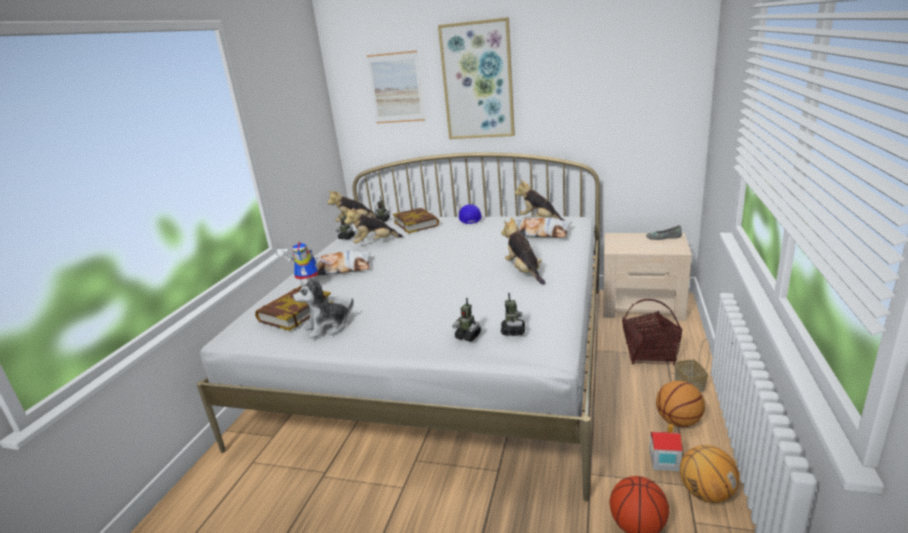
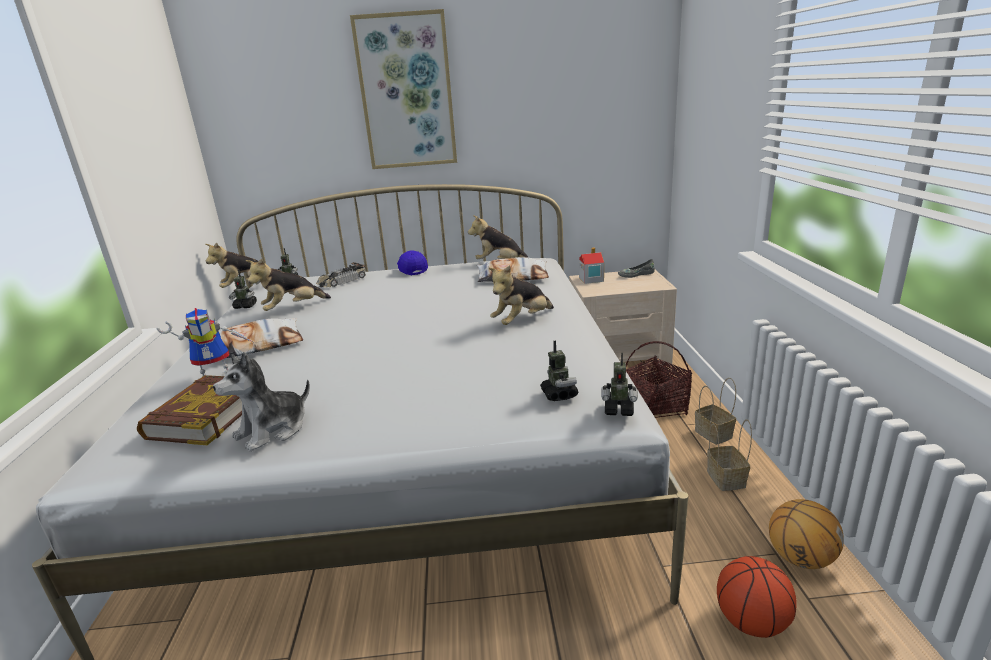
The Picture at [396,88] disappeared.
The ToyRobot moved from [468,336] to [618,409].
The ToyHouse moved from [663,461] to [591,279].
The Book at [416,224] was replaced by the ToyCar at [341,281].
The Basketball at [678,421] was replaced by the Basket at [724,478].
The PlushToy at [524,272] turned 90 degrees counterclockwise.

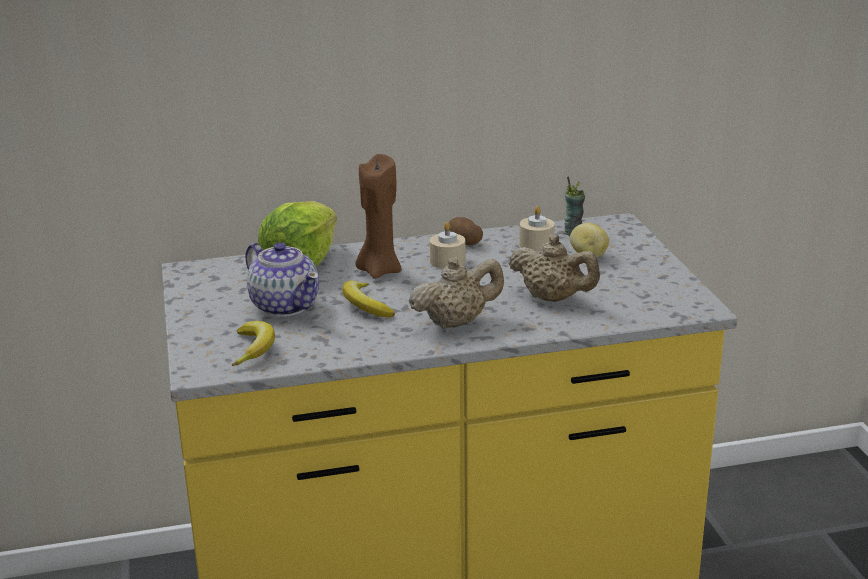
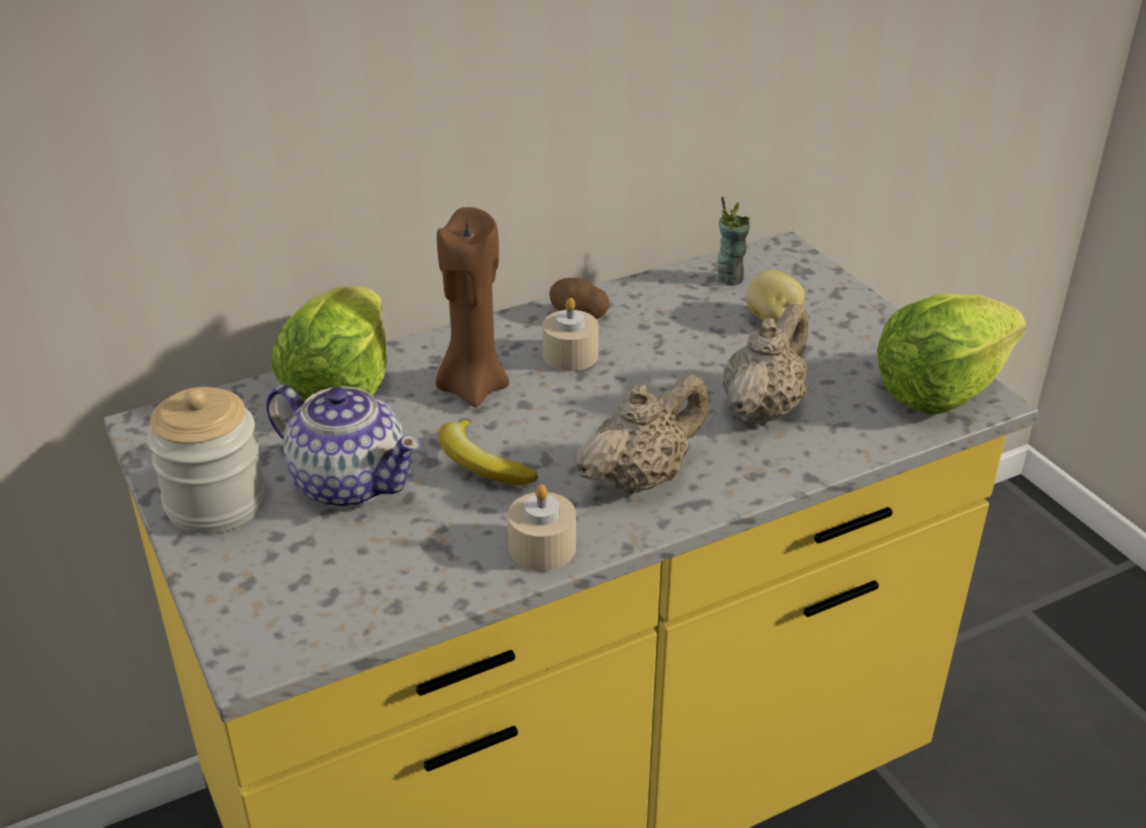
The Banana at [254,349] disappeared.
The Jar at [216,503] appeared.
The Lettuce at [941,390] appeared.
The BeigeCandle moved from [536,244] to [542,547].
The BeigeTeapot at [553,298] turned 75 degrees counterclockwise.

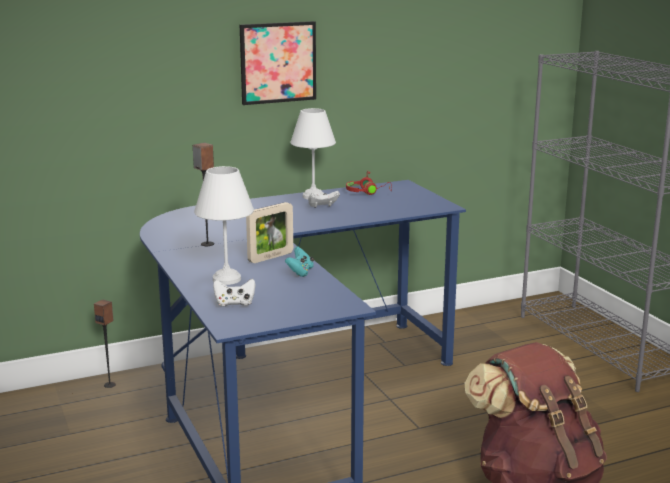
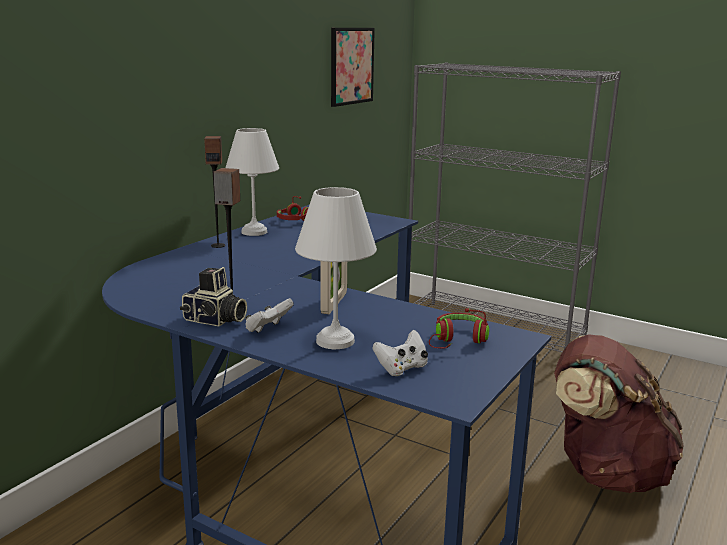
The TurquoiseGameController at [300,272] disappeared.
The PhotoCamera at [215,320] appeared.
The RedHeadphones at [458,340] appeared.
The Speaker moved from [110,385] to [218,245].
The Picture moved from [278,62] to [351,66].
The WhiteGameController moved from [322,207] to [268,329].

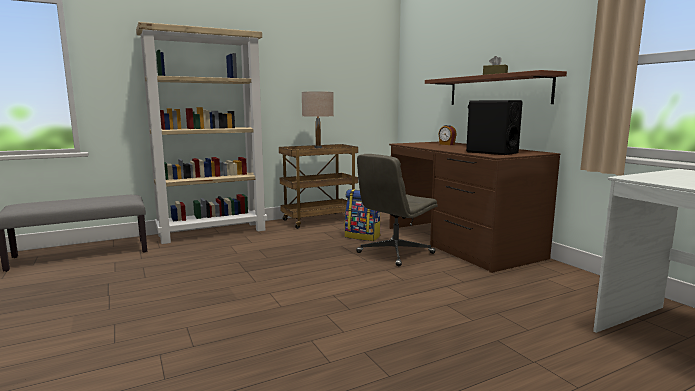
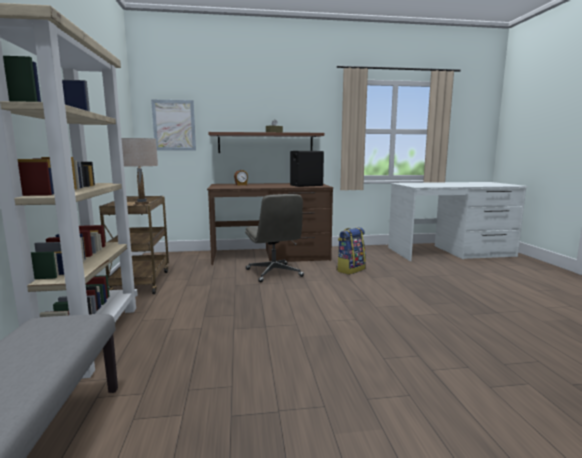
The Picture at [174,125] appeared.
The Backpack moved from [363,237] to [350,270].

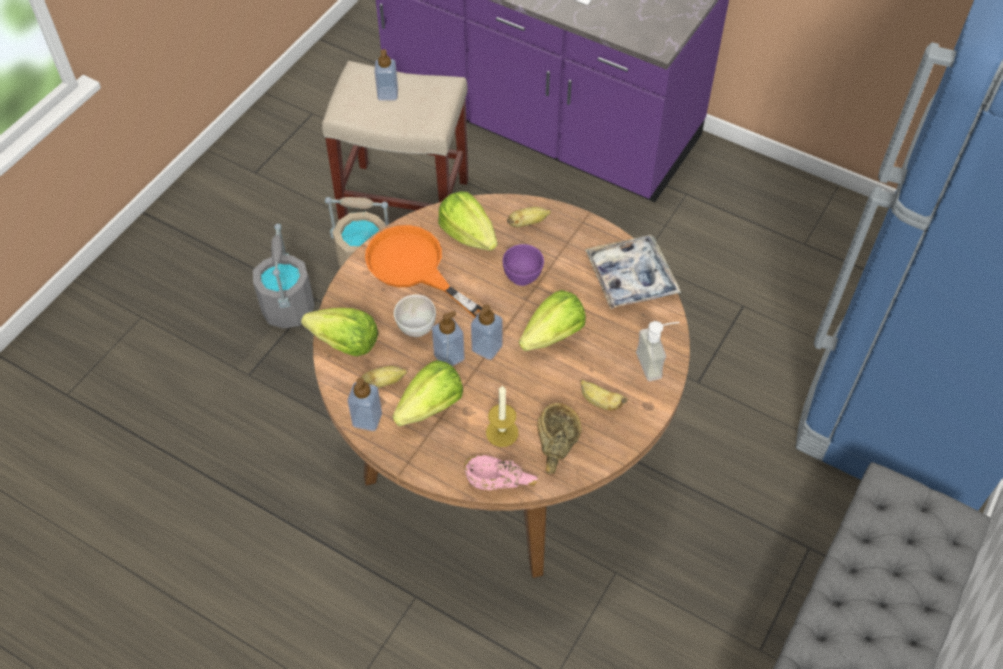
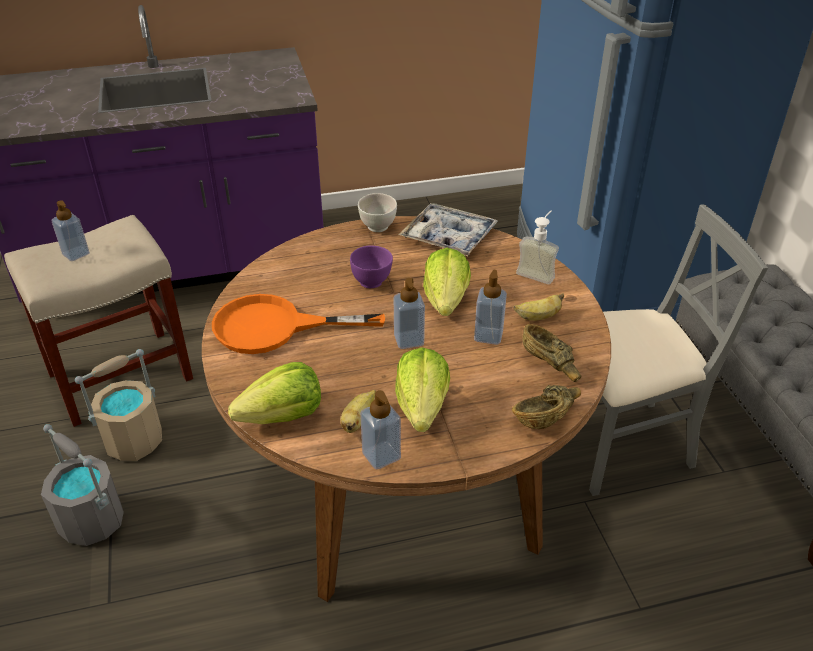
The Lettuce at [468,235] disappeared.
The Candle at [502,432] disappeared.
The Banana at [528,223] disappeared.
The GreyChair at [619,444] appeared.
The WhiteBowl moved from [416,329] to [378,227].
The SoapDispenser moved from [449,357] to [488,336].
The PinkBowl at [500,479] became the BrownBowl at [546,414].

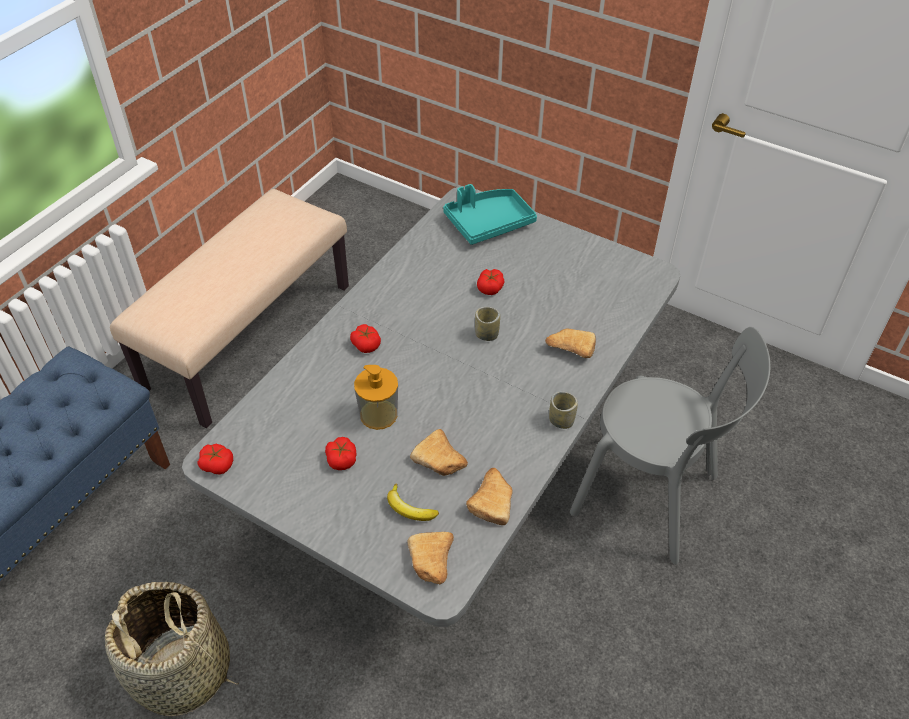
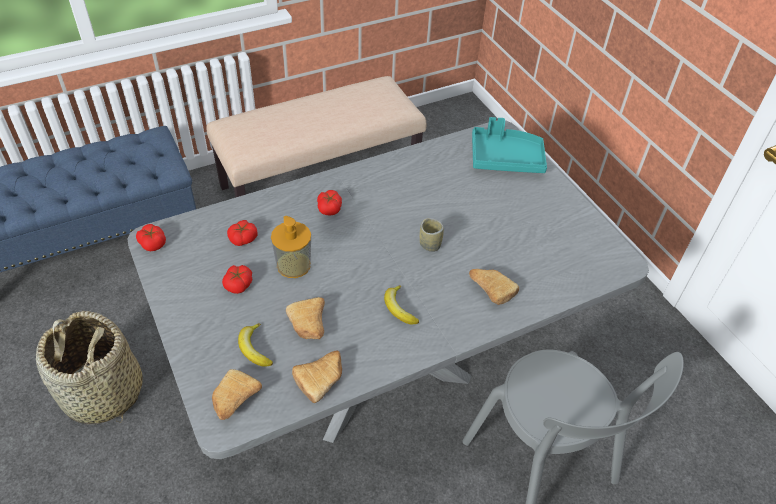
The Cup at [561,420] disappeared.
The Banana at [399,308] appeared.
The Tomato moved from [490,288] to [243,238].

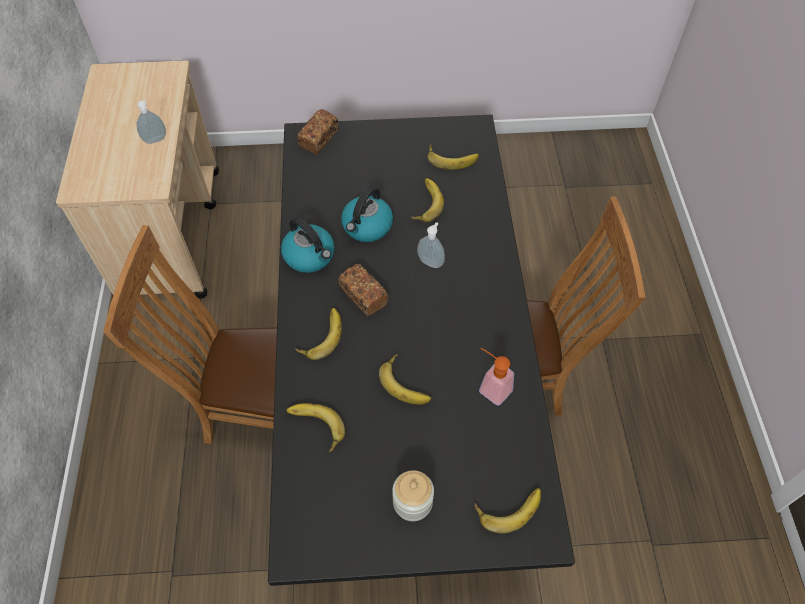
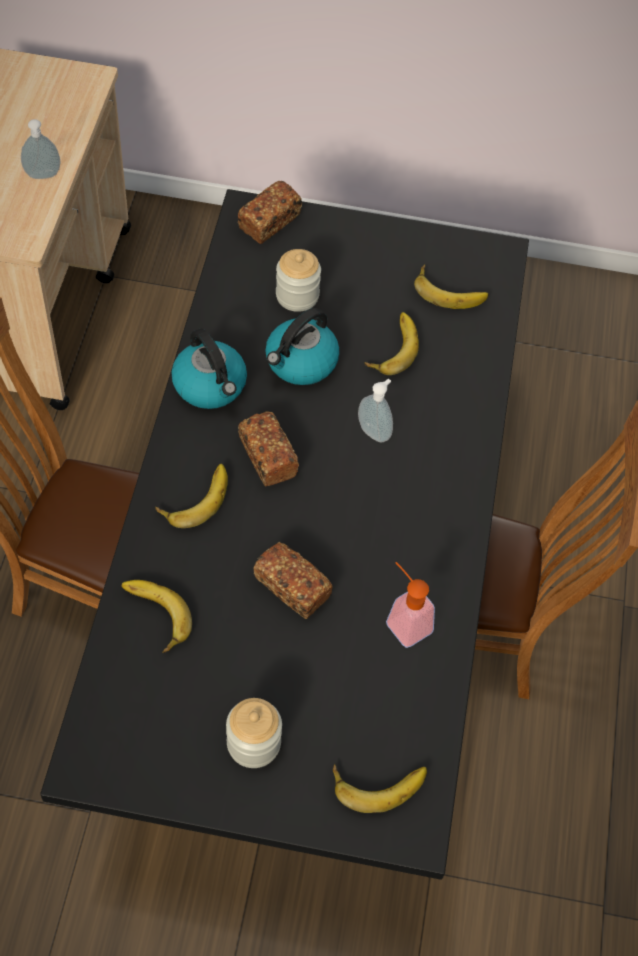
The Jar at [297,296] appeared.
The Banana at [407,382] was replaced by the Bread at [292,587].

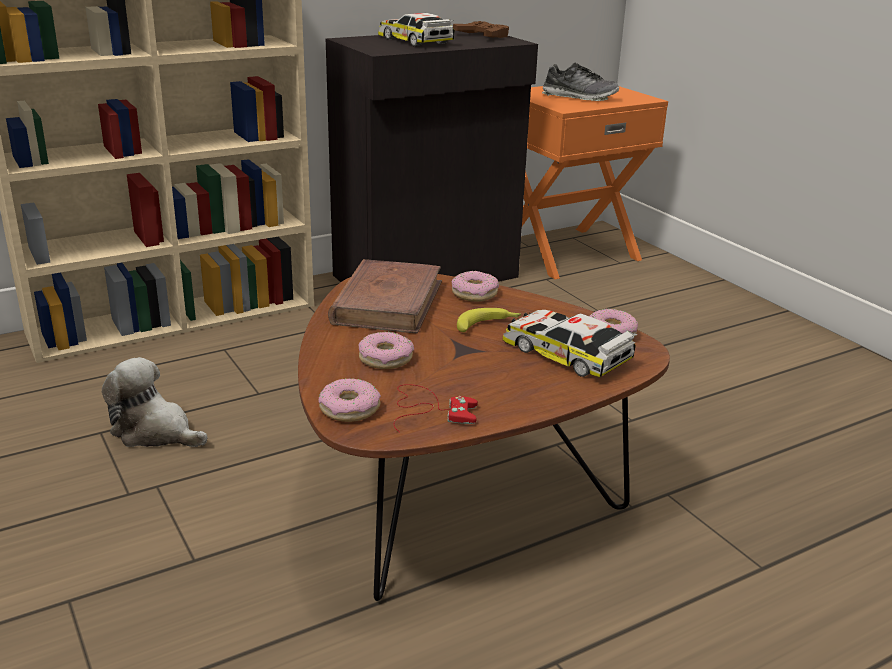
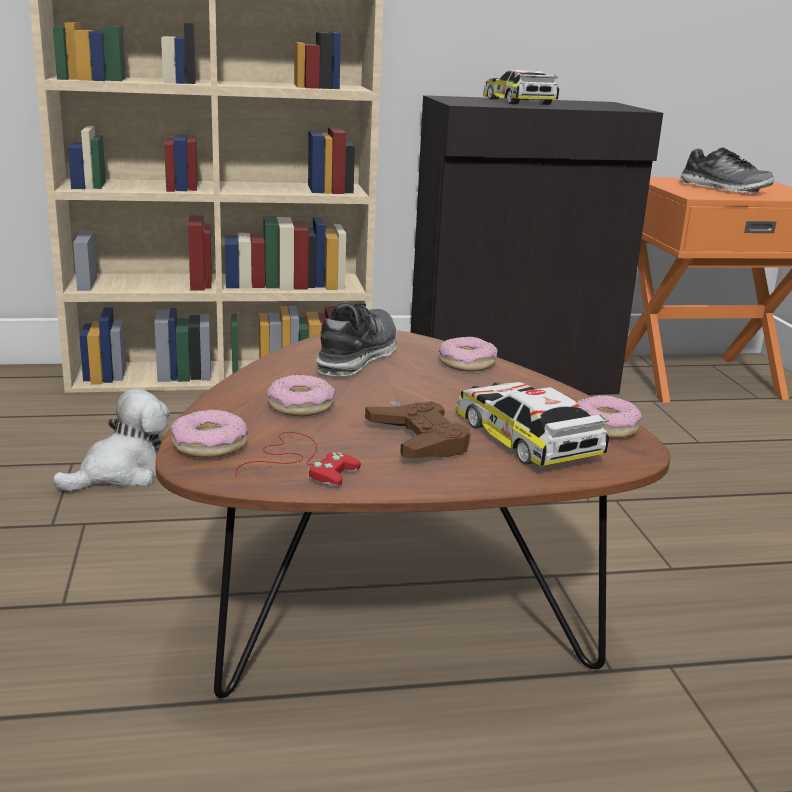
The Banana at [488,325] disappeared.
The BrownGameController moved from [482,36] to [419,440].
The BrownBook at [387,302] was replaced by the Shoe at [357,357].
The PlushToy at [155,432] turned 90 degrees clockwise.

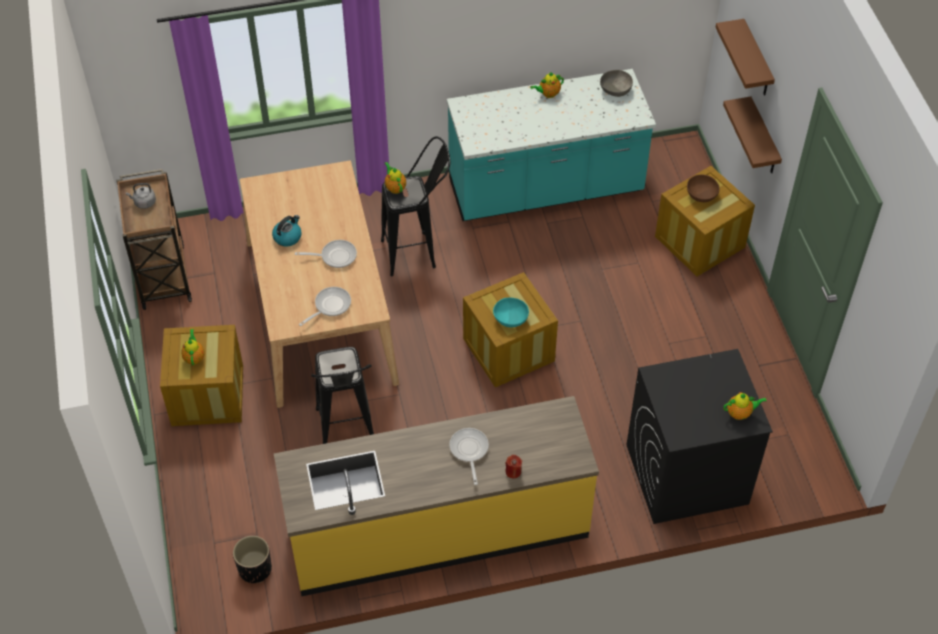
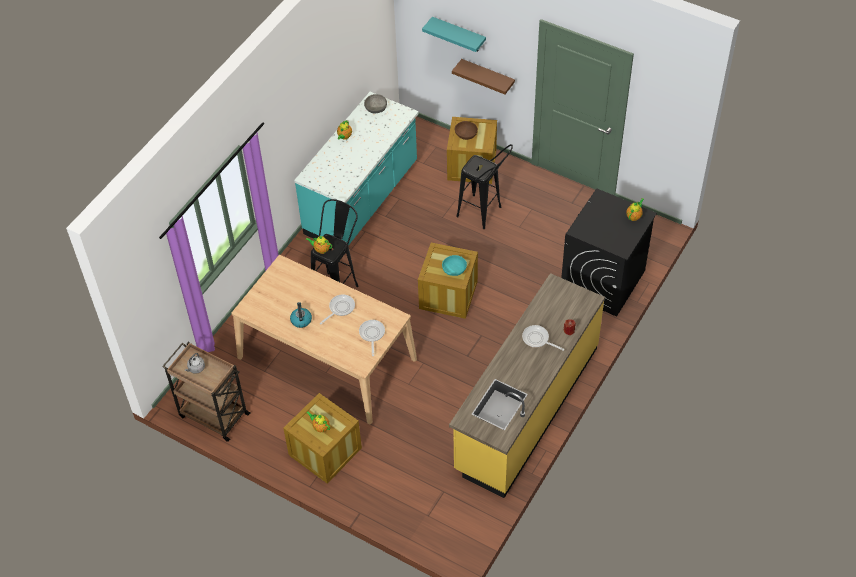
The BlackPlanter at [255,569] disappeared.
The BlackStool moved from [347,433] to [485,214].
The BrownShelf at [756,60] became the TurquoiseShelf at [459,35].

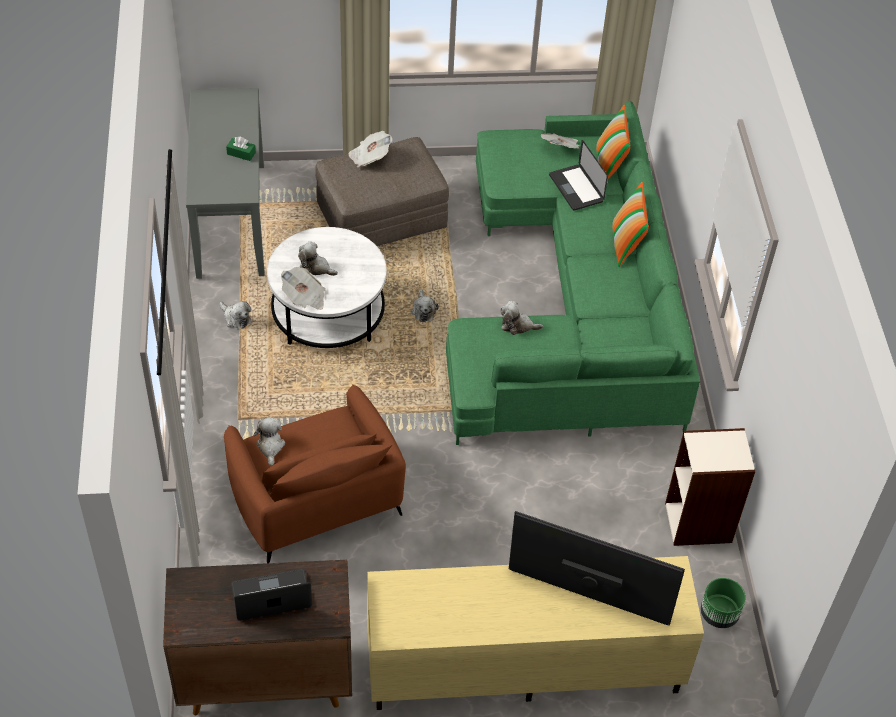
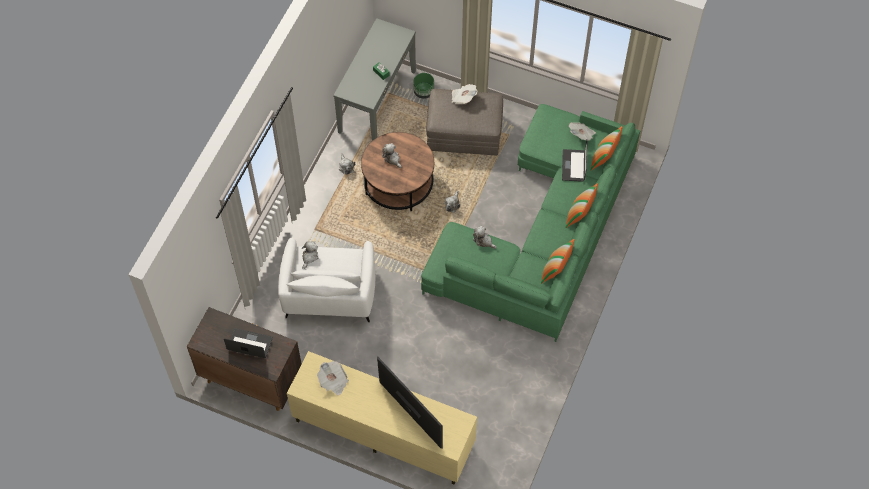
The Bookcase at [699,523] disappeared.
The Pillow at [555,270] appeared.
The Newspaper moved from [304,297] to [333,381].
The GreenPlanter moved from [718,614] to [423,92].
The BrownArmchair at [315,500] became the WhiteArmchair at [329,293].
The WhiteCoffeeTable at [328,313] became the BrownCoffeeTable at [398,183].

